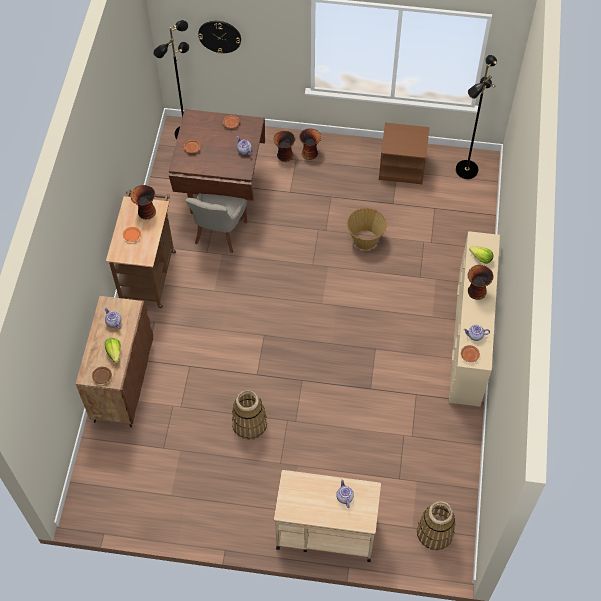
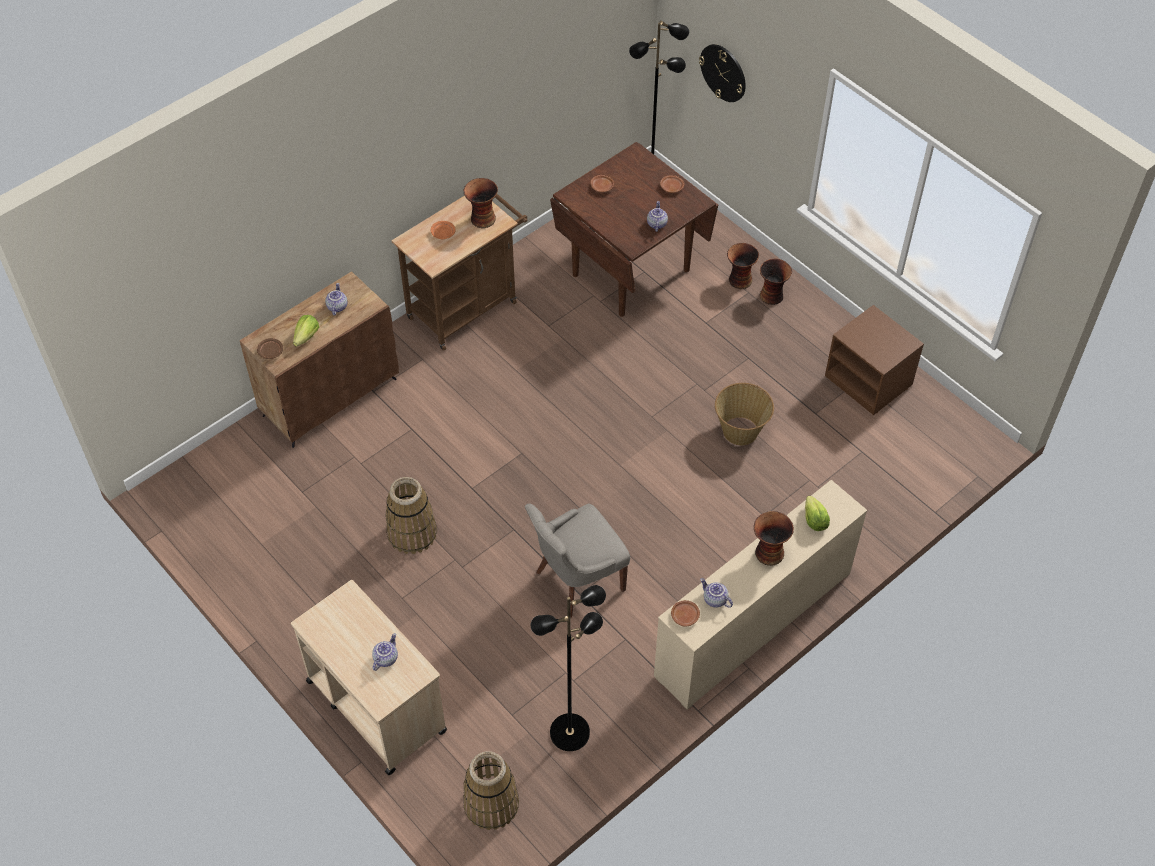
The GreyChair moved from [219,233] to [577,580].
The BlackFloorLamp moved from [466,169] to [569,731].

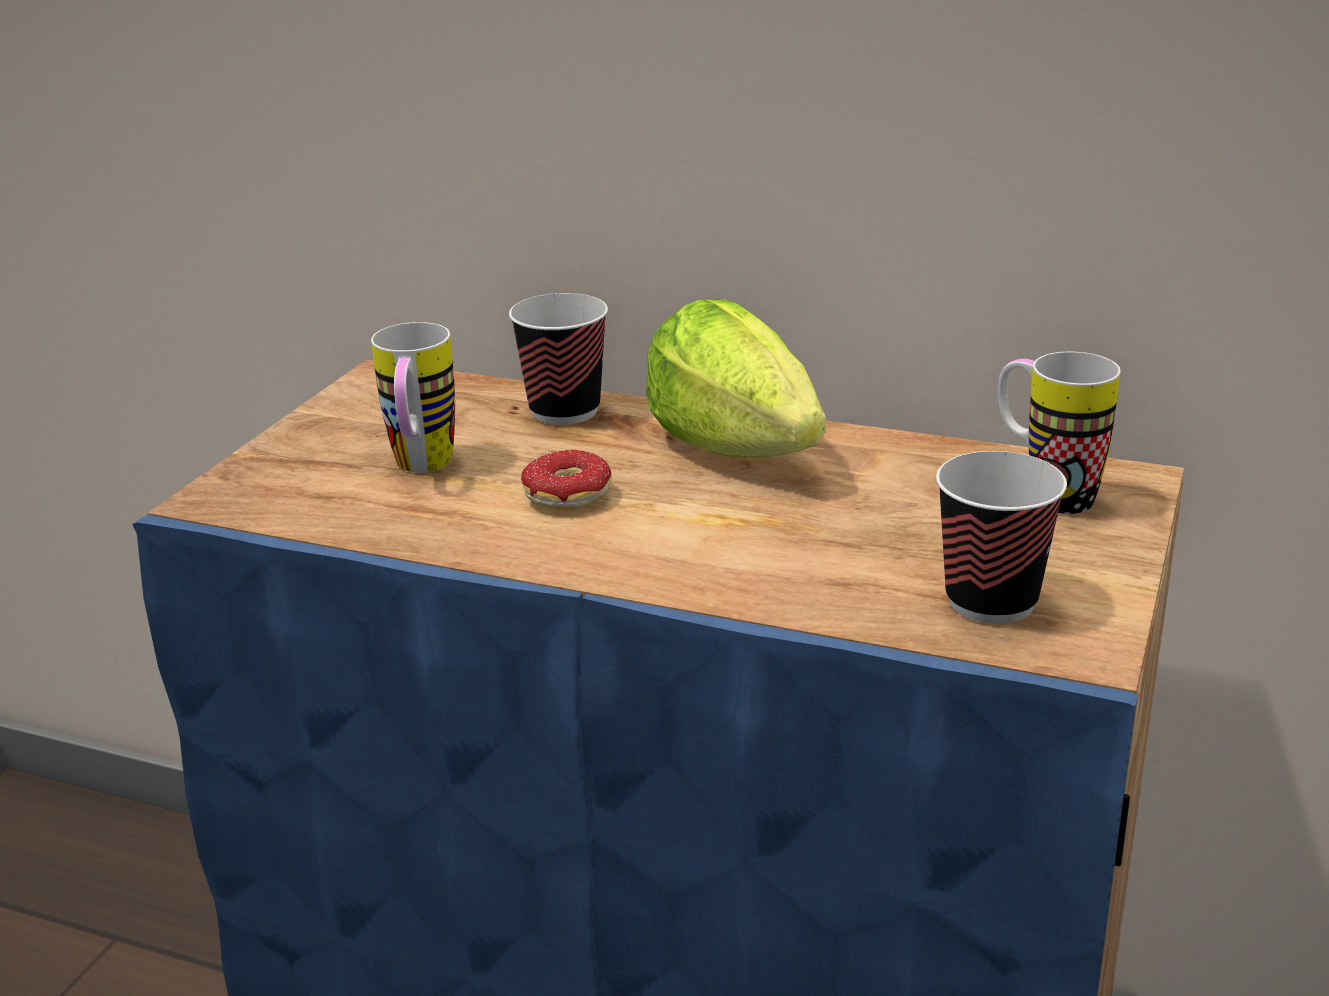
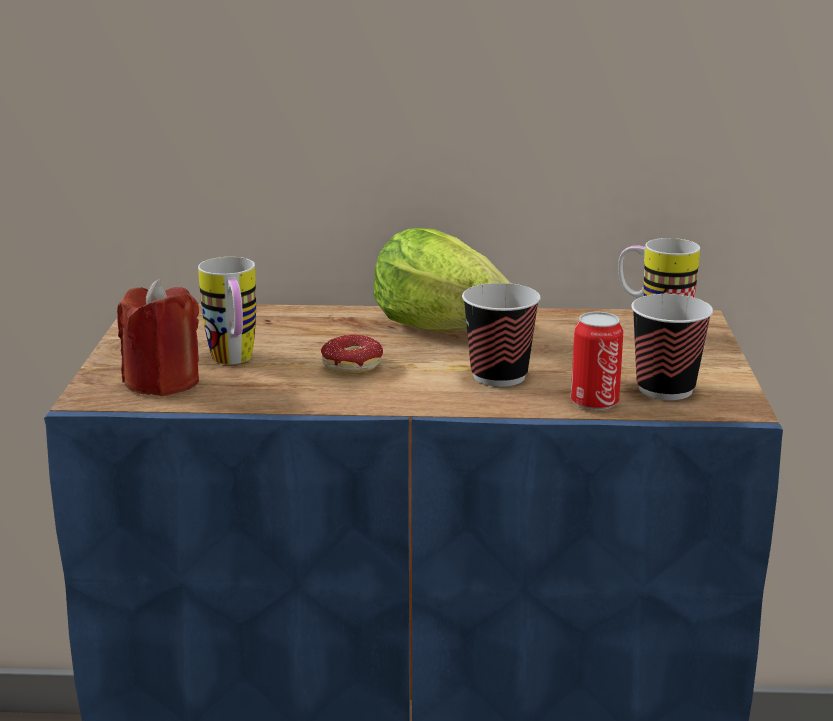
The RedCandle at [162,382] appeared.
The Can at [594,402] appeared.
The Cup moved from [564,411] to [499,376].

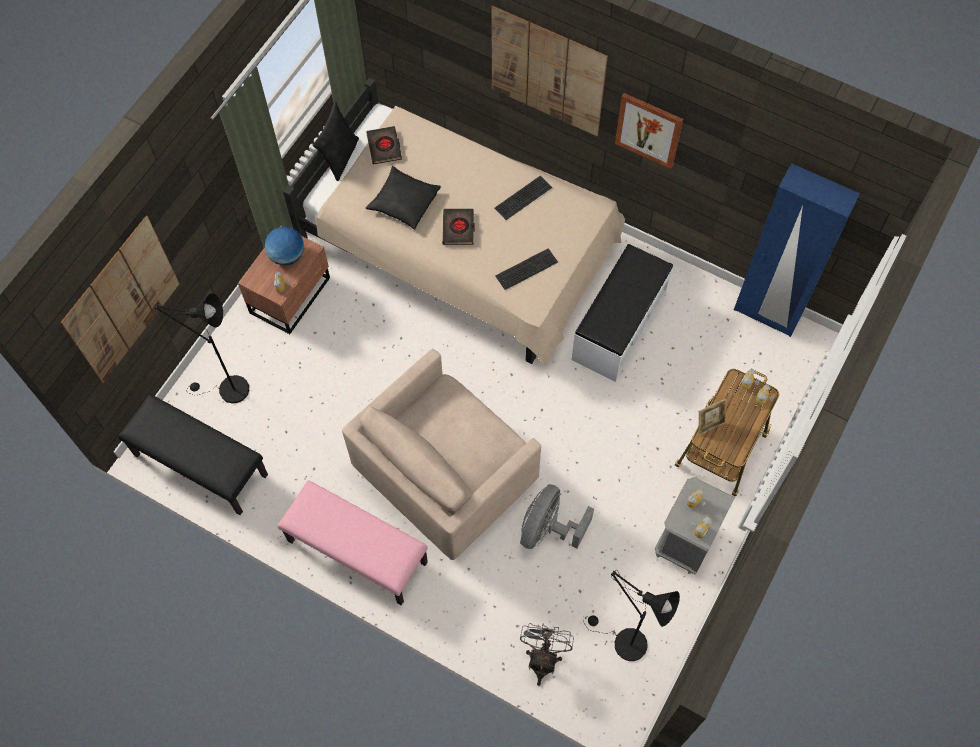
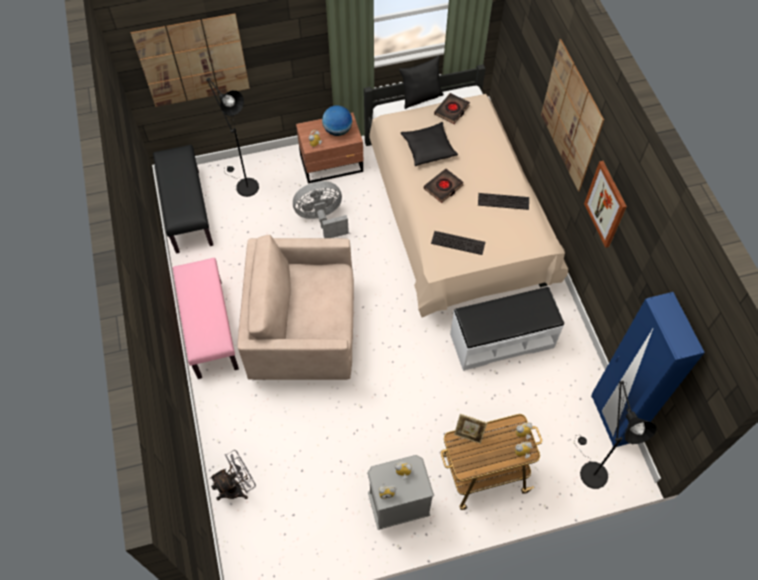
The GreyFan moved from [548,529] to [322,219].
The BlackFloorLamp moved from [624,642] to [590,470].

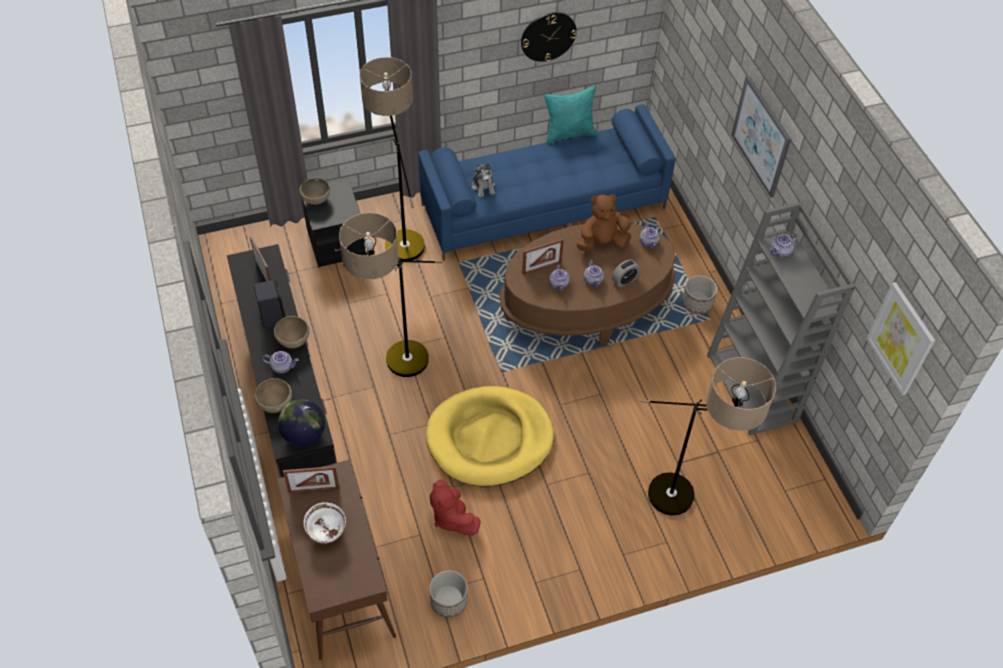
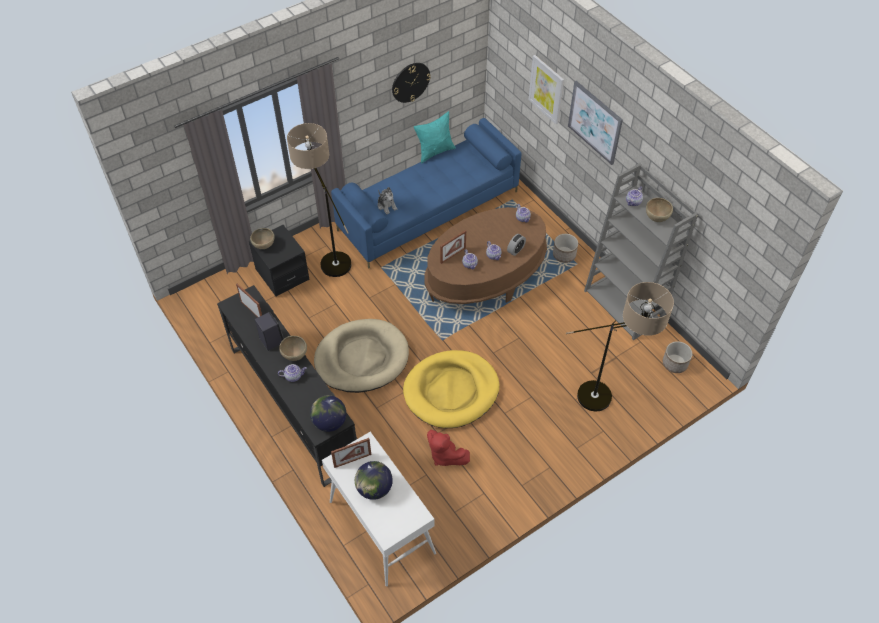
The BrownPlushToy at [602,243] disappeared.
The BrownBowl moved from [275,404] to [656,218].
The Planter moved from [448,601] to [675,364].
The Picture moved from [901,338] to [546,89].
The WhiteBowl at [327,532] was replaced by the Globe at [374,488].
The FloorLamp at [394,369] was replaced by the BeigeDogBed at [362,358].
The BrownConsoleTable at [340,584] became the WhiteConsoleTable at [381,527].

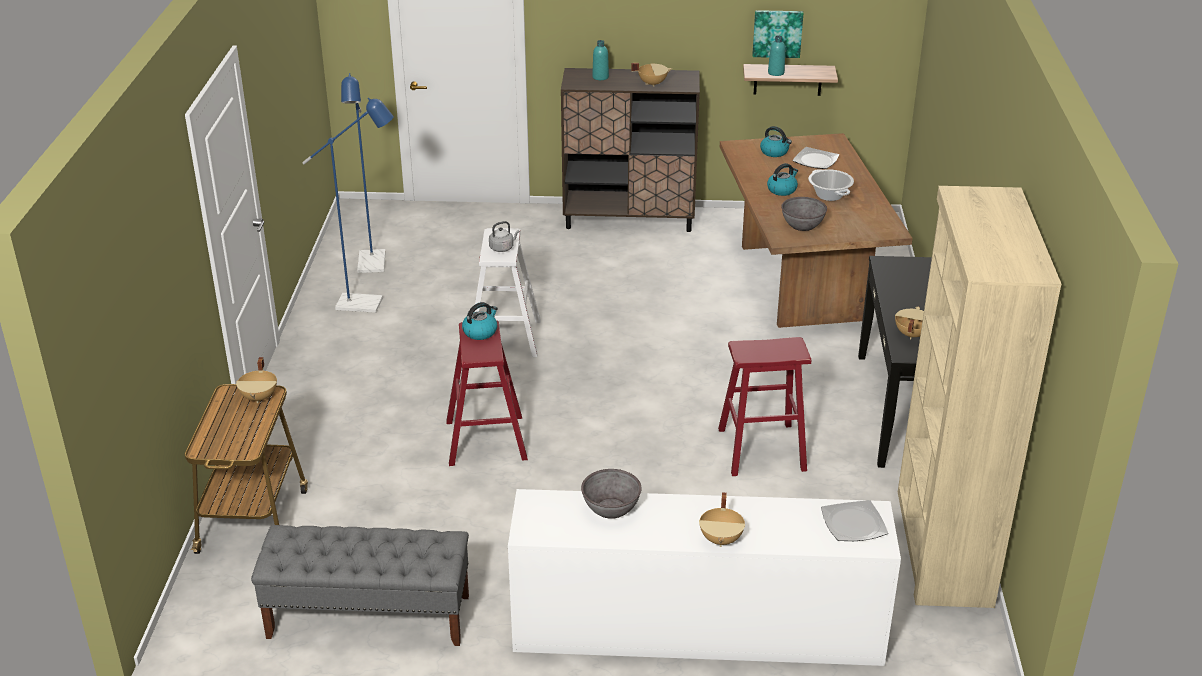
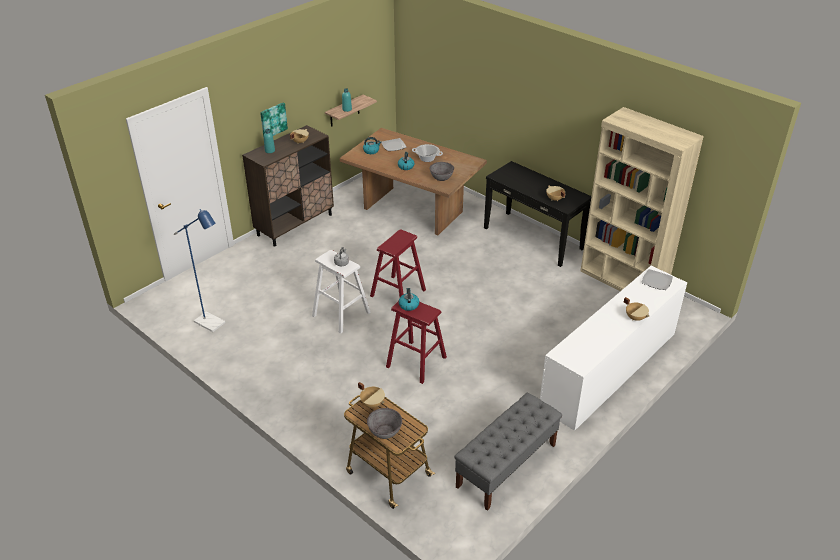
The BlueFloorLamp at [368,304] disappeared.
The GreyBowl moved from [611,508] to [384,431].
The RedStool moved from [761,449] to [398,293].
The Picture moved from [777,33] to [273,120].

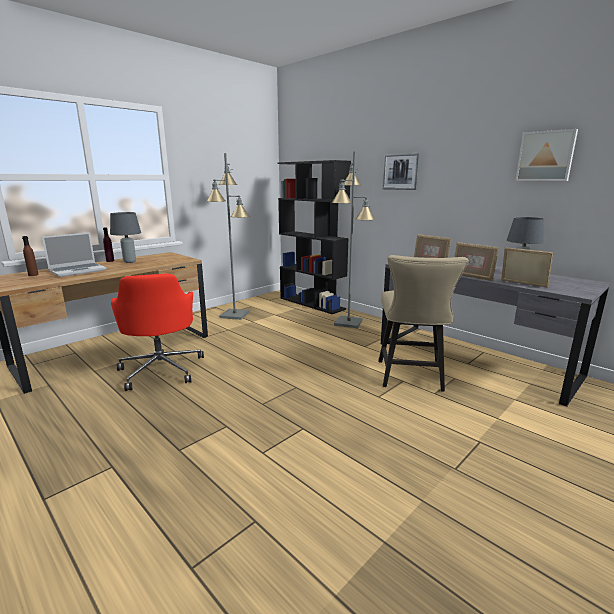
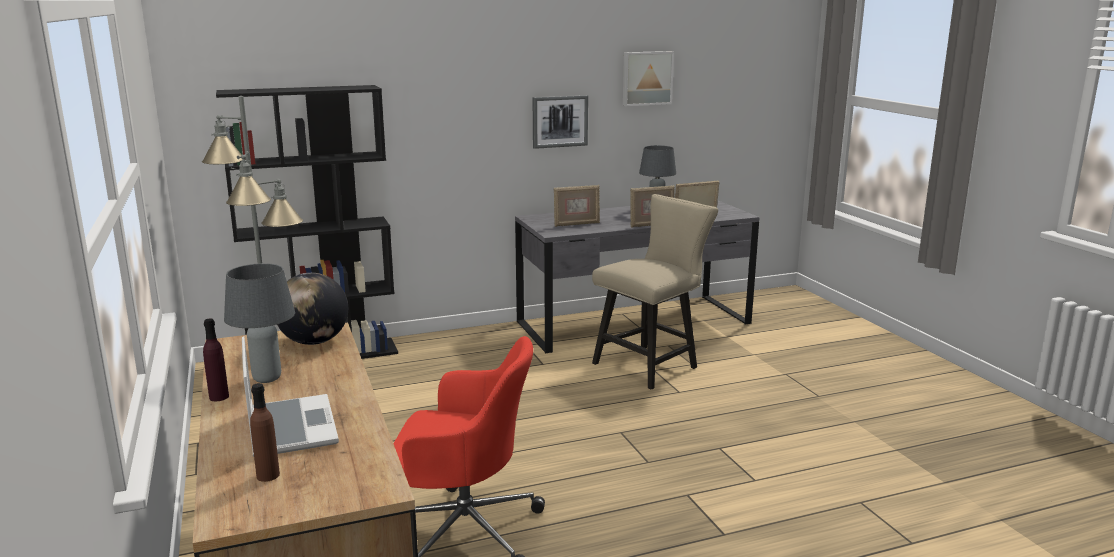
The GreyFloorLamp at [349,322] disappeared.
The Globe at [314,342] appeared.
The Picture moved from [401,171] to [559,121].
The BeigeChair at [411,378] turned 75 degrees counterclockwise.

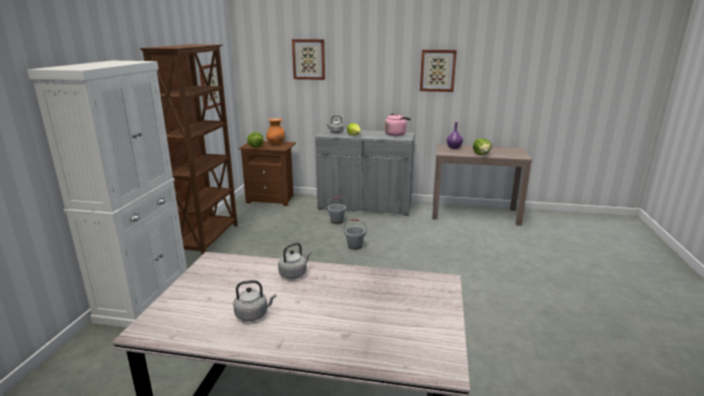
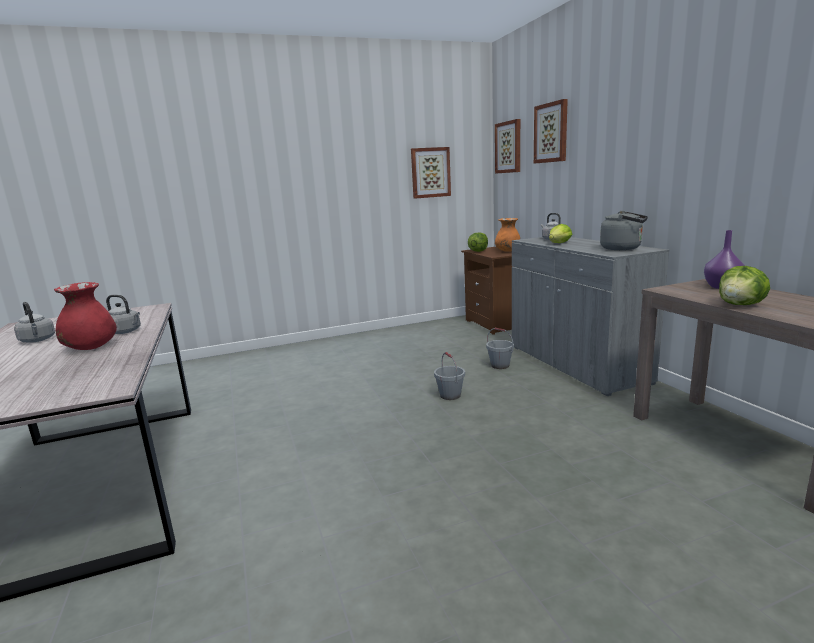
The WhiteCabinet at [145,297] disappeared.
The BrownBookcase at [209,238] disappeared.
The RedVase at [91,348] appeared.
The Picture moved from [437,70] to [508,147].
The PinkKettle at [396,134] became the GreyKettle at [623,248].

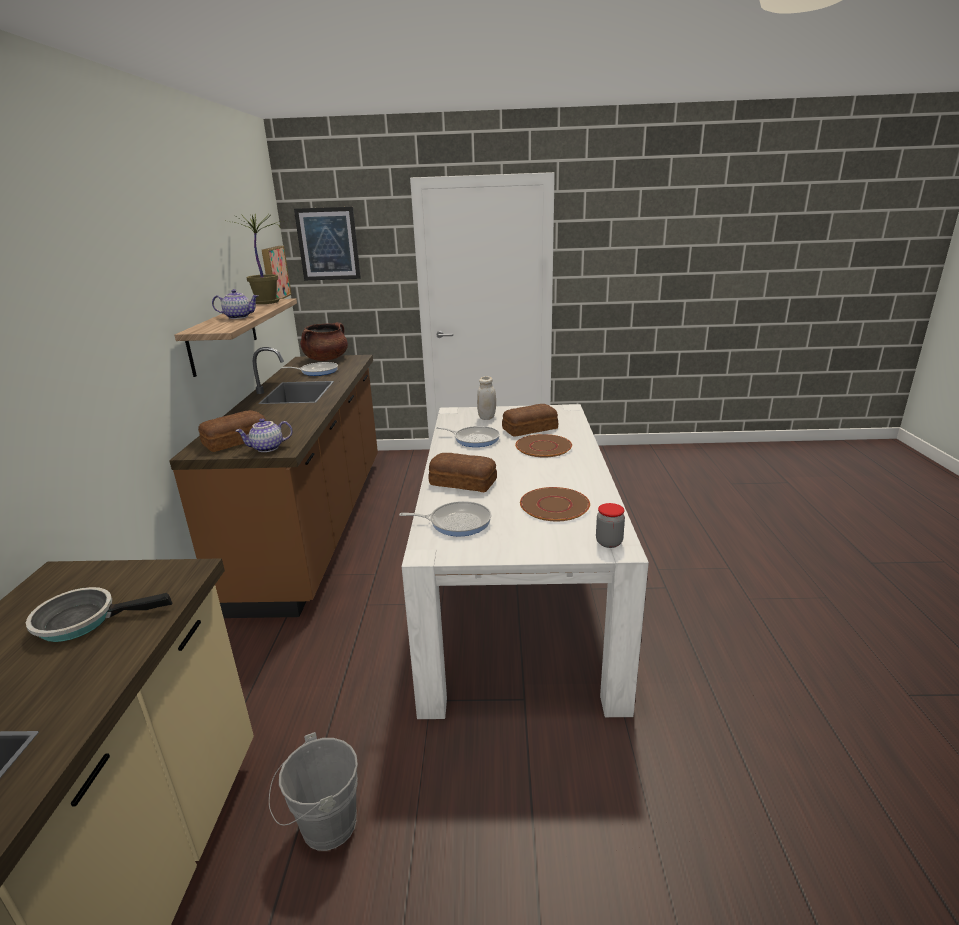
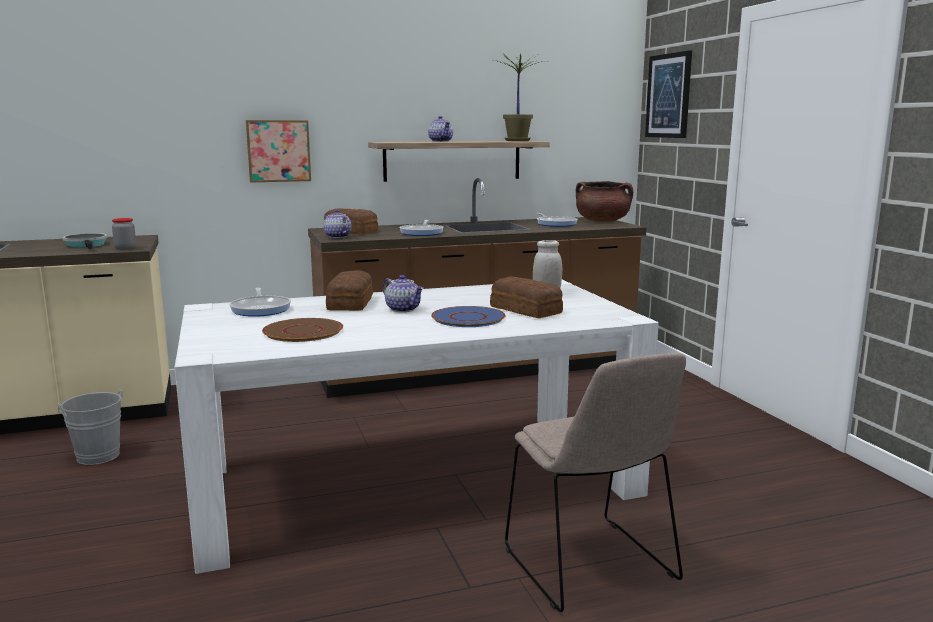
The Teapot at [404,309] appeared.
The BeigeChair at [591,567] appeared.
The Picture moved from [274,273] to [278,151].
The FryingPan moved from [474,439] to [422,232].
The Jar moved from [609,542] to [125,248].
The BrownPlate at [543,447] became the BluePlate at [468,318].

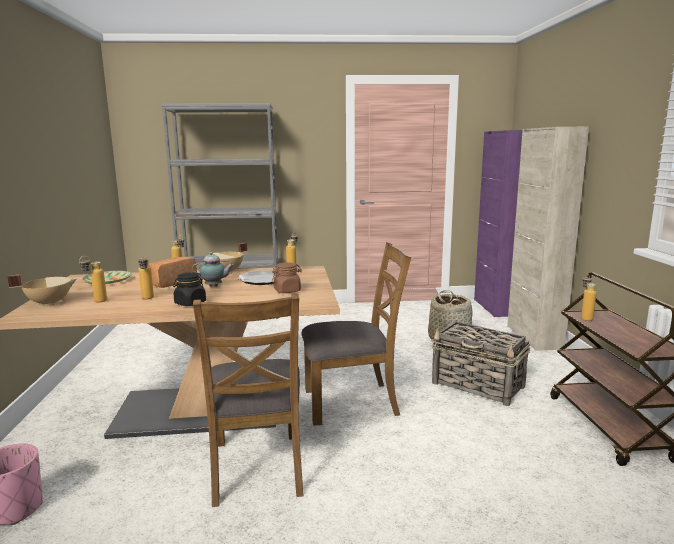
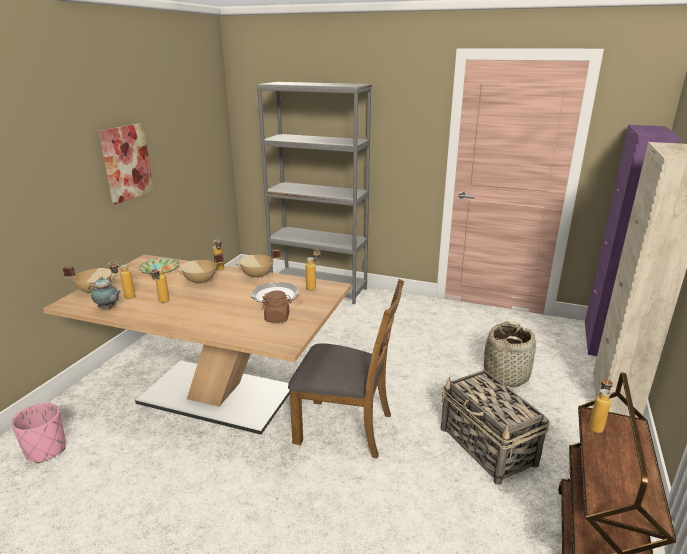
The BlackJar at [190,303] disappeared.
The BrownChair at [257,467] disappeared.
The Picture at [126,162] appeared.
The Teapot moved from [214,286] to [108,308].
The Bread at [171,282] was replaced by the BeigeCookingPot at [201,282].

